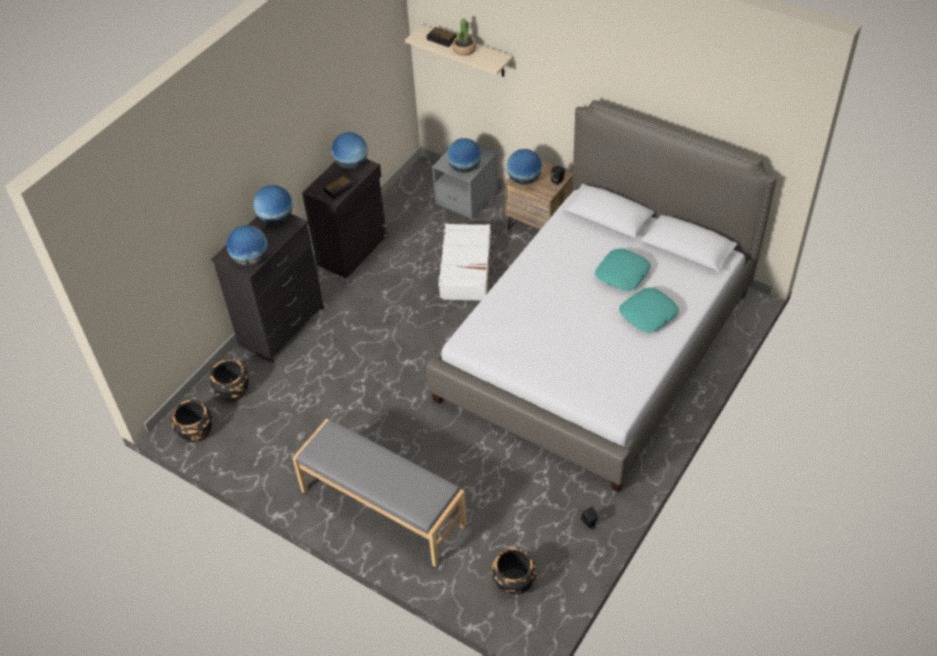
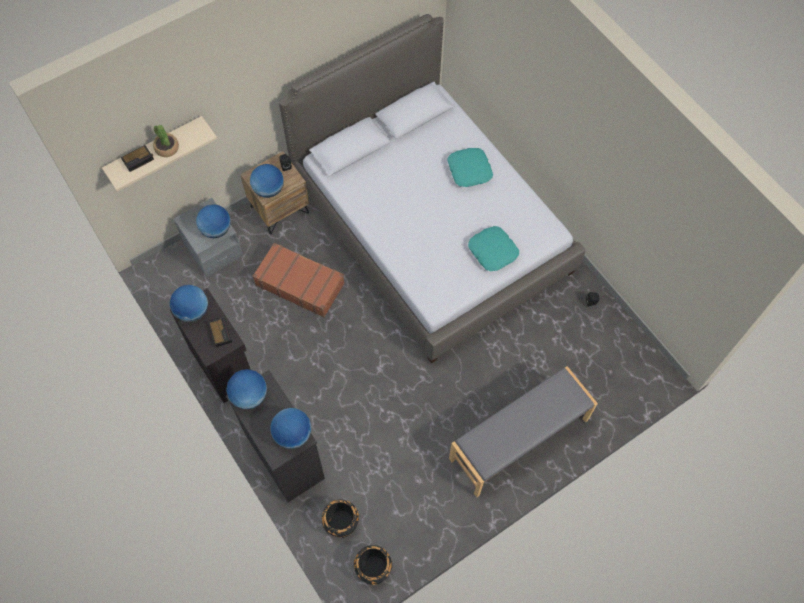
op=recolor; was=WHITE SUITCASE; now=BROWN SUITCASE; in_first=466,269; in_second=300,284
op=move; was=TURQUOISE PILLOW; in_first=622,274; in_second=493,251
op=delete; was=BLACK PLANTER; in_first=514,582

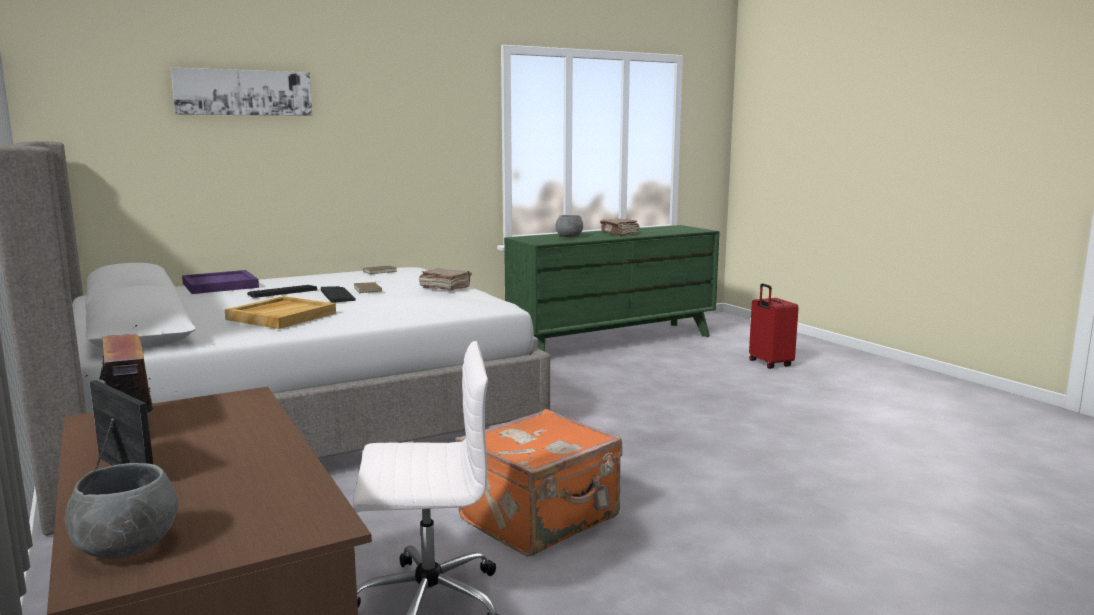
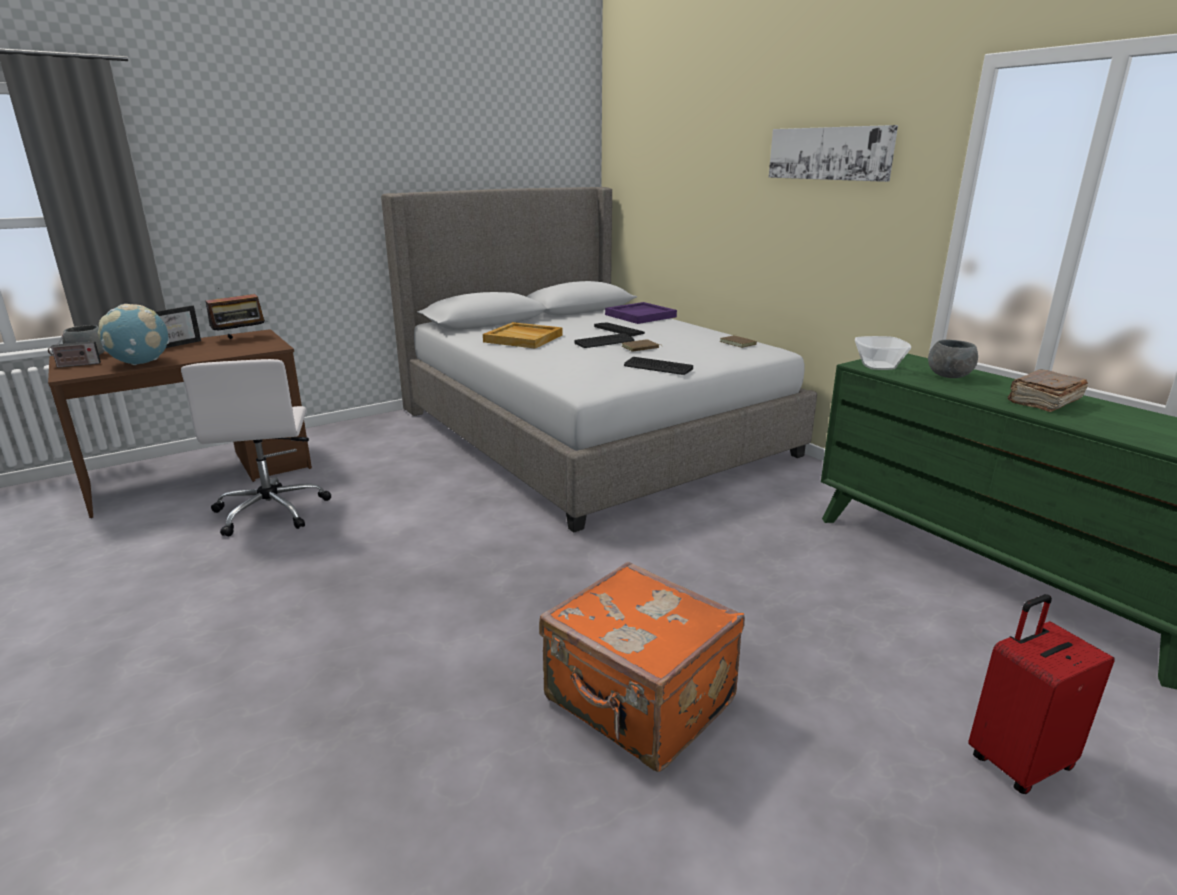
op=insert; now=RADIO; in_second=76,365
op=insert; now=GLOBE; in_second=141,363
op=move; was=ORANGE SUITCASE; in_first=541,519; in_second=638,703
op=replace; was=BROWN BOOK; now=KEYBOARD; in_first=445,288; in_second=657,367
op=move; was=PICTURE; in_first=243,92; in_second=829,153
op=insert; now=BOWL; in_second=877,366

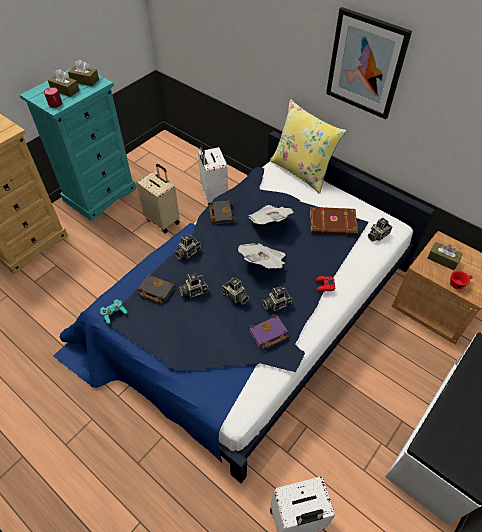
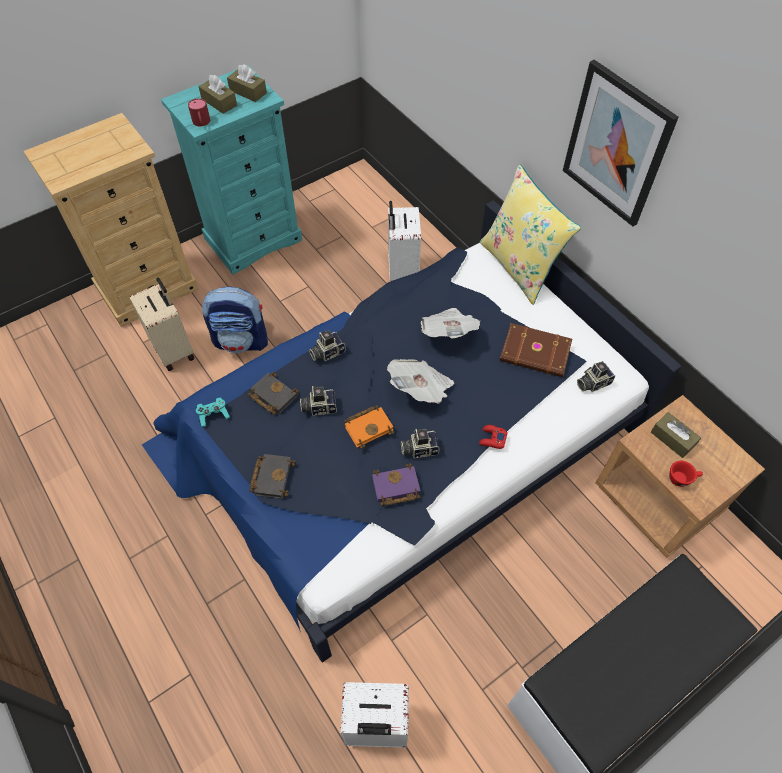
op=move; was=BEIGE SUITCASE; in_first=163,220; in_second=174,350
op=insert; now=BACKPACK; in_second=242,341
op=move; was=BLACK BOOK; in_first=221,213; in_second=271,476
op=replace; was=PHOTO CAMERA; now=ORANGE BOOK; in_first=235,296; in_second=369,427

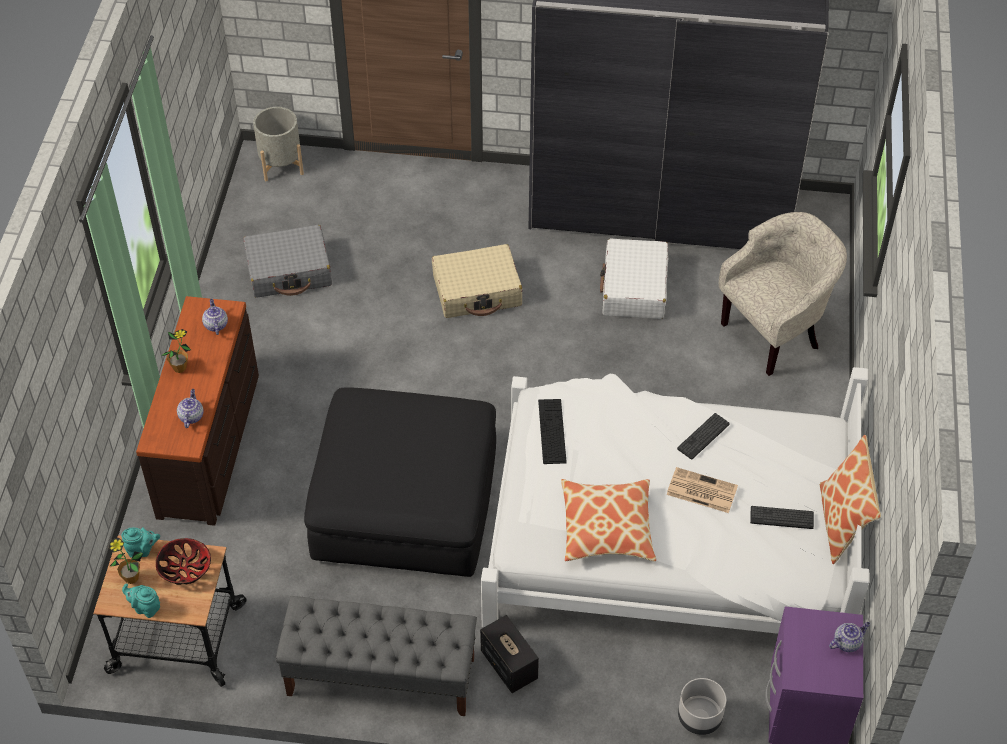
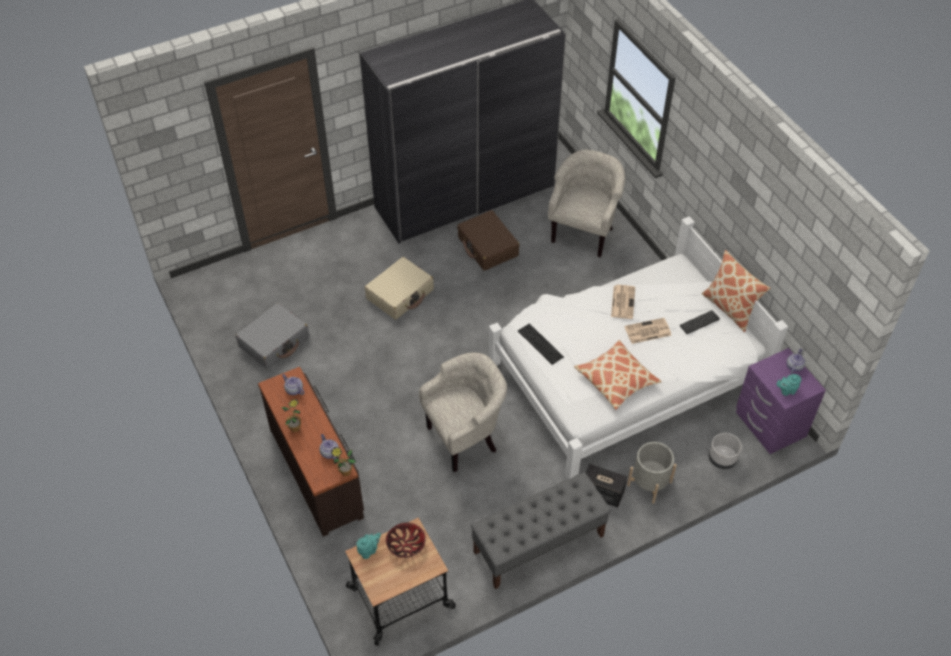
op=move; was=POTTED PLANT; in_first=131,578; in_second=345,472
op=replace; was=BLACK OTTOMAN; now=BEIGE ARMCHAIR; in_first=405,502; in_second=465,438
op=recolor; was=WHITE SUITCASE; now=BROWN SUITCASE; in_first=634,288; in_second=488,247
op=replace; was=KEYBOARD; now=NEWSPAPER; in_first=703,436; in_second=622,301
op=move; was=GREY PLANTER; in_first=281,164; in_second=649,483
op=move; was=TURQUOISE TEAPOT; in_first=145,608; in_second=786,390

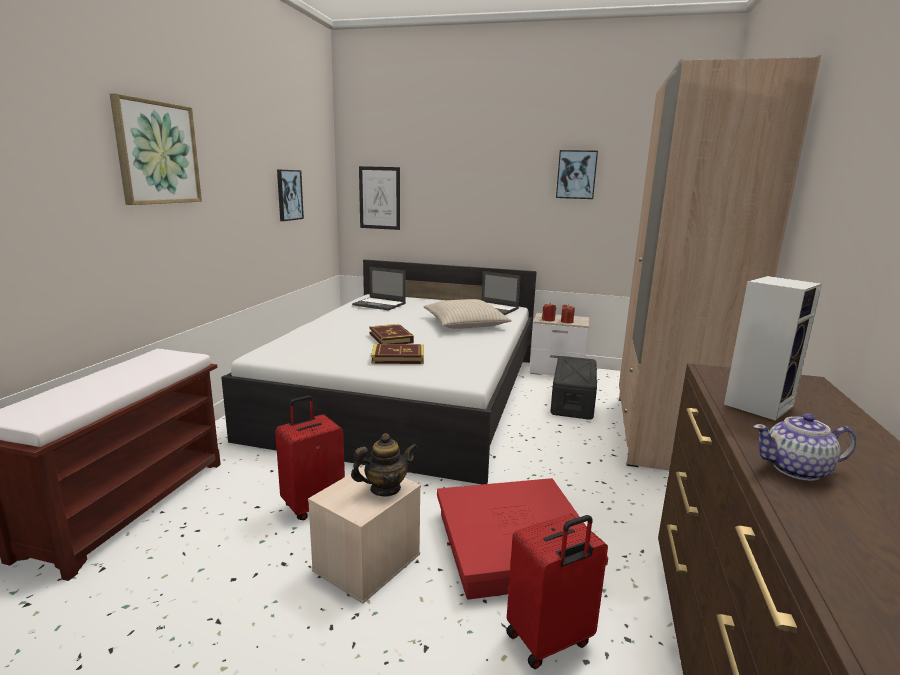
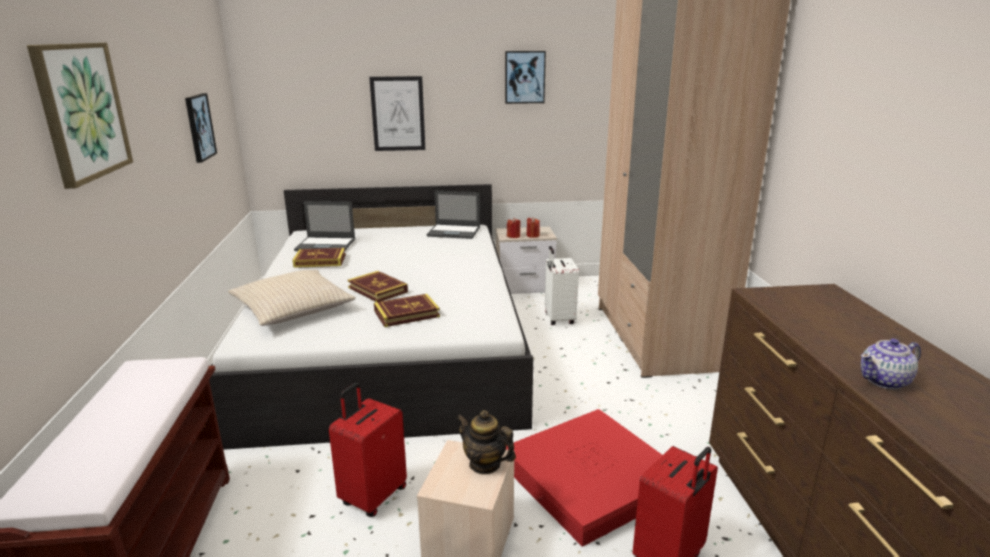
op=move; was=BEIGE PILLOW; in_first=465,324; in_second=293,308
op=insert; now=BOOK; in_second=320,261
op=move; was=PICTURE; in_first=379,198; in_second=398,114
op=rotate; was=TEAPOT; in_first=385,489; in_second=485,464; clockwise=-105
op=replace; was=BLACK STORAGE BOX; now=WHITE SUITCASE; in_first=572,401; in_second=558,319
op=delete; was=SPEAKER; in_first=758,404

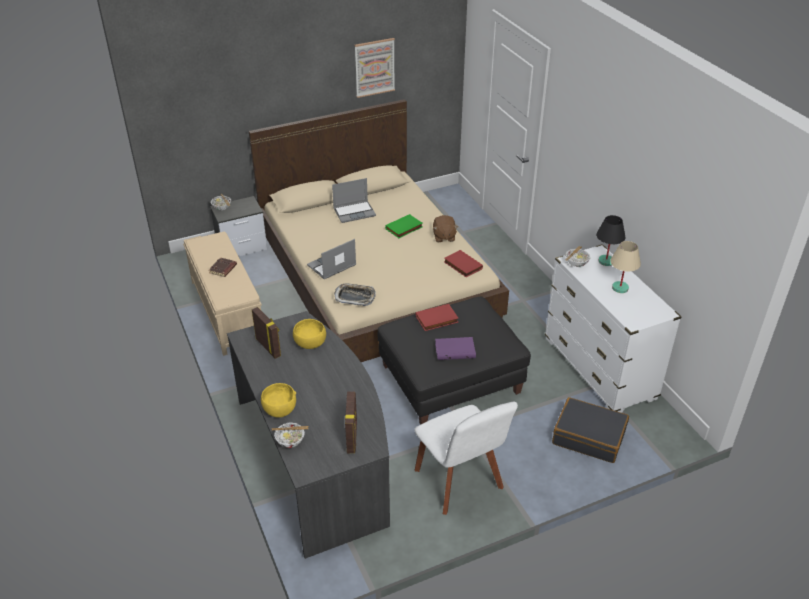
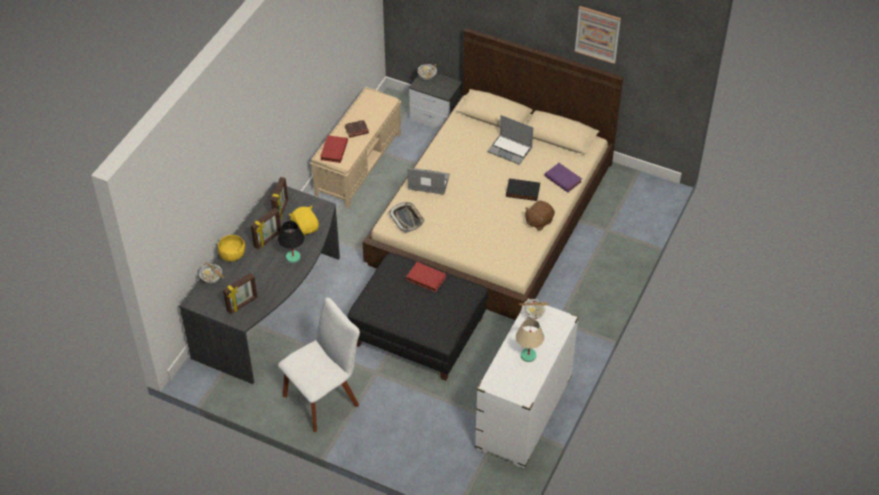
op=insert; now=PICTURE FRAME; in_second=268,240
op=move; was=BLACK TABLE LAMP; in_first=606,261; in_second=293,257
op=rotate; was=WHITE CHAIR; in_first=460,482; in_second=323,398; clockwise=-150
op=replace; was=YELLOW BOWL; now=YELLOW PLUSH TOY; in_first=310,343; in_second=305,228
op=move; was=RED BOOK; in_first=462,265; in_second=333,150
op=recolor; was=GREEN BOOK; now=BLACK BOOK; in_first=404,228; in_second=522,192
op=move; was=PURPLE BOOK; in_first=455,350; in_second=563,179
op=delete; was=BLACK SUITCASE; in_first=589,437

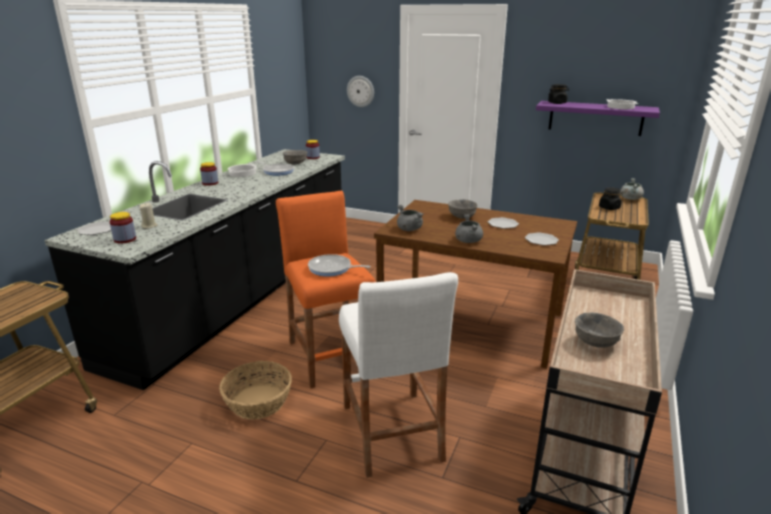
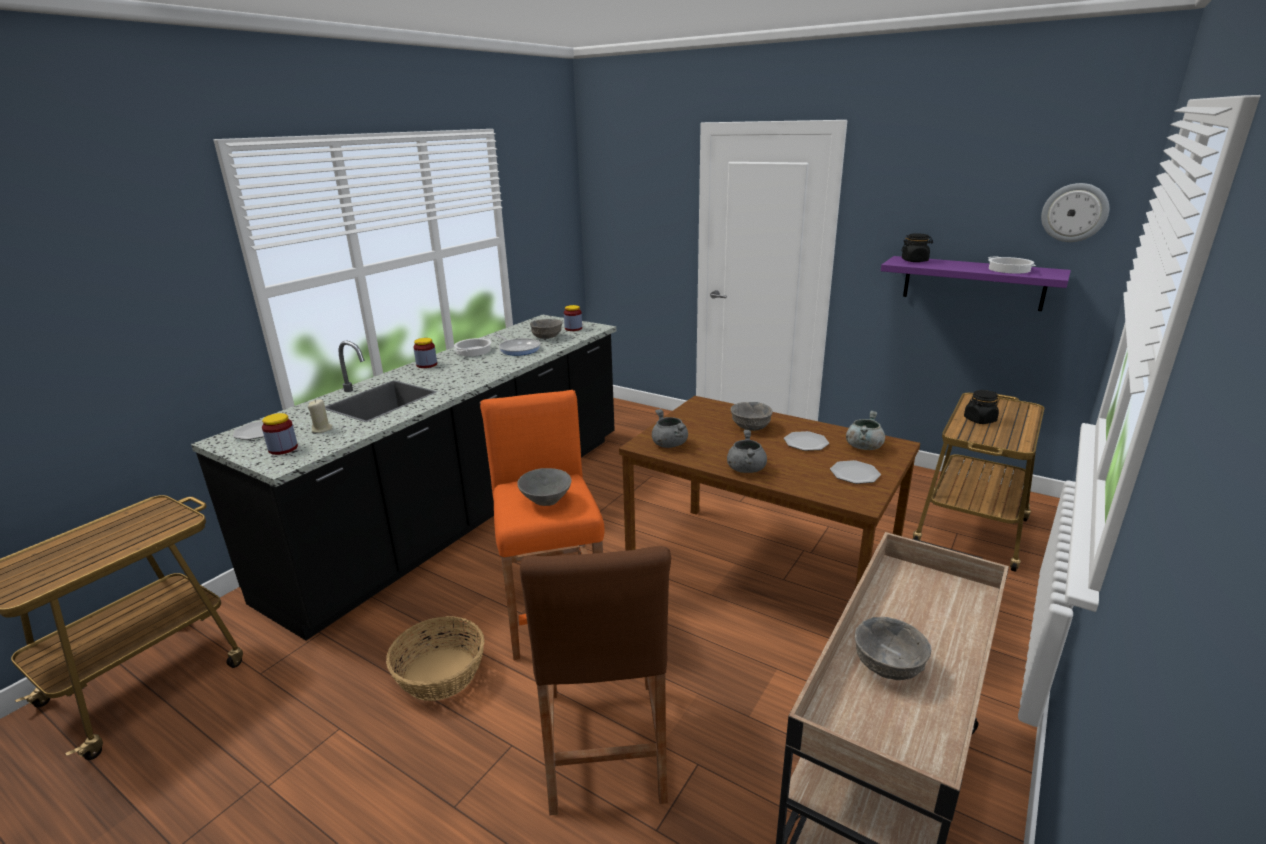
op=replace; was=FRYING PAN; now=GREY BOWL; in_first=332,269; in_second=546,501
op=recolor; was=WHITE STOOL; now=BROWN STOOL; in_first=391,432; in_second=604,743
op=move; was=GREY COOKING POT; in_first=630,198; in_second=863,446
op=move; was=WALL CLOCK; in_first=360,91; in_second=1074,212

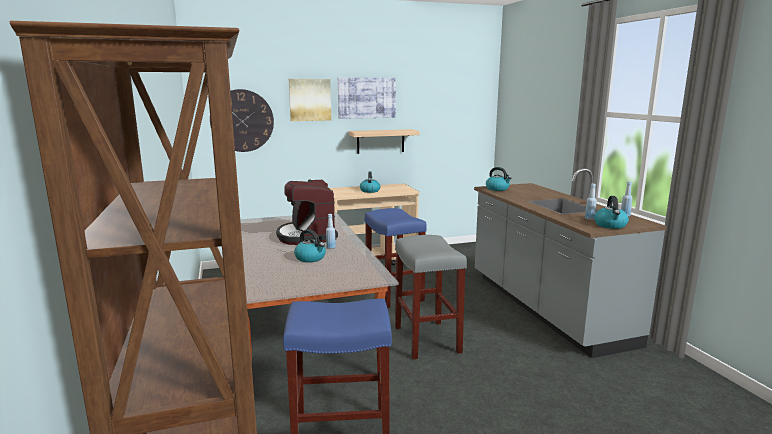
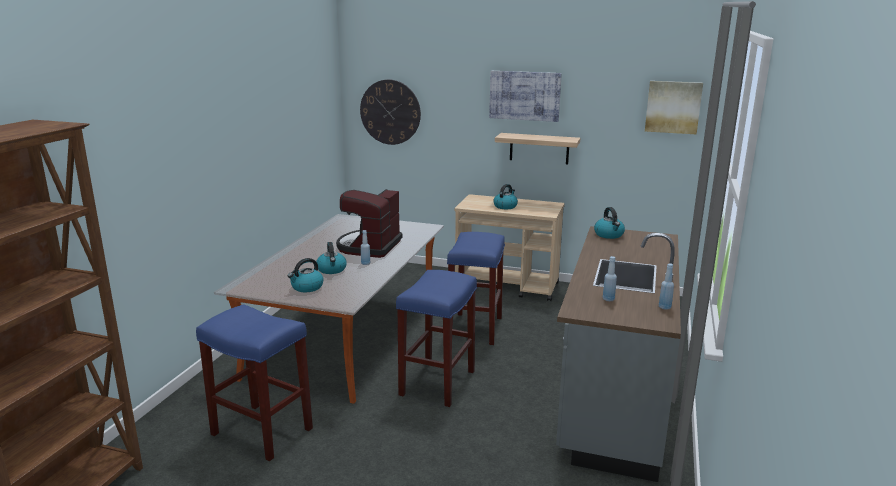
op=move; was=KETTLE; in_first=610,225; in_second=307,287
op=recolor; was=GREY STOOL; now=BLUE STOOL; in_first=427,340; in_second=437,383
op=move; was=PICTURE; in_first=310,99; in_second=673,107

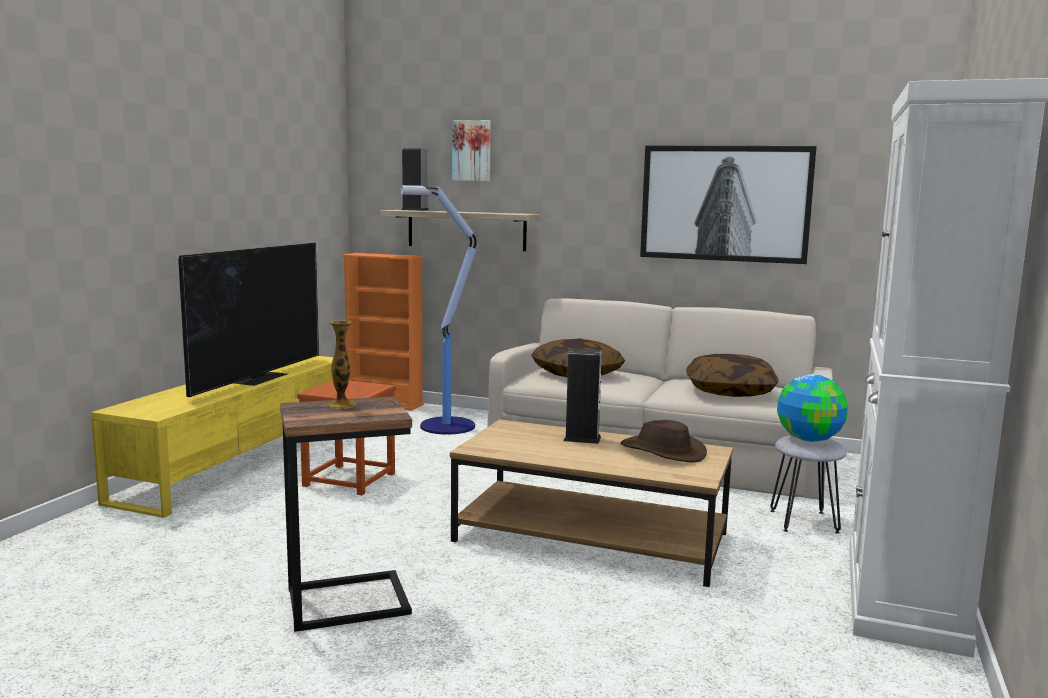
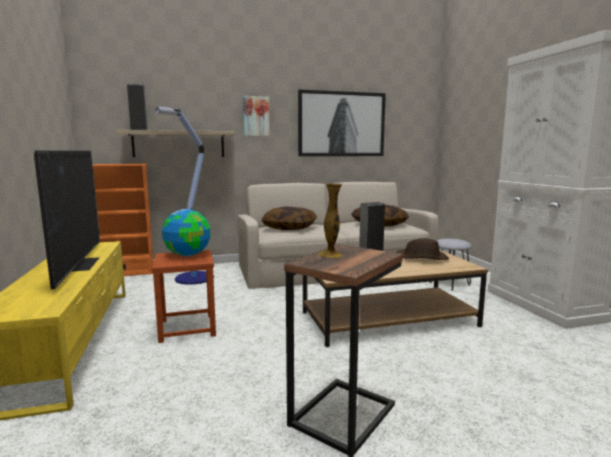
op=move; was=GLOBE; in_first=809,439; in_second=188,254
op=move; was=PICTURE; in_first=472,151; in_second=255,116

